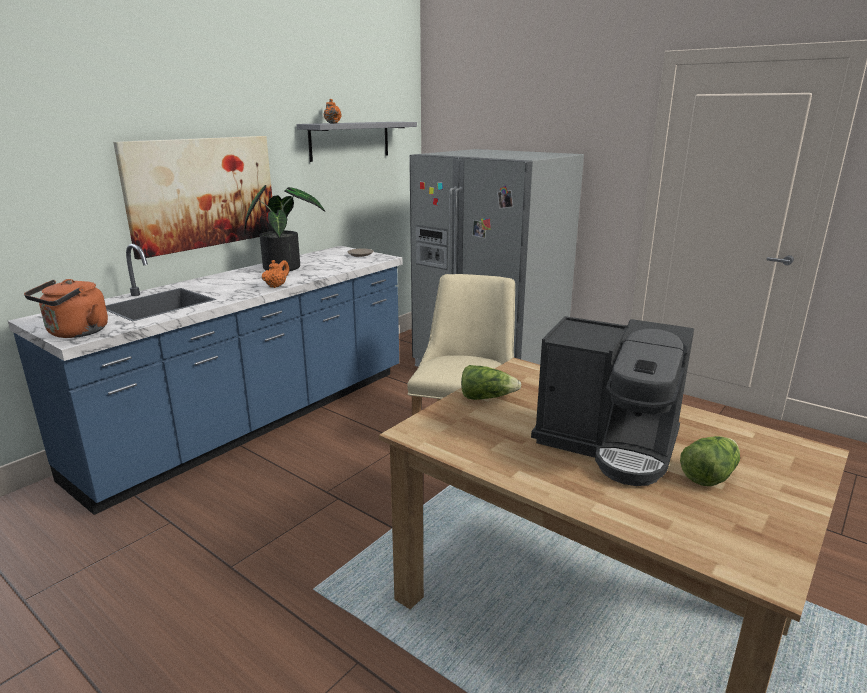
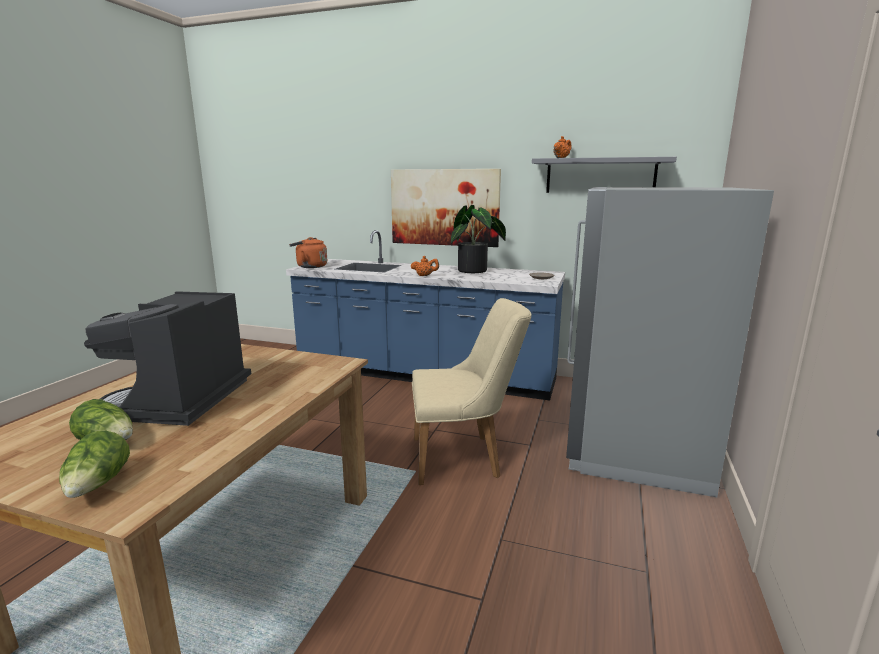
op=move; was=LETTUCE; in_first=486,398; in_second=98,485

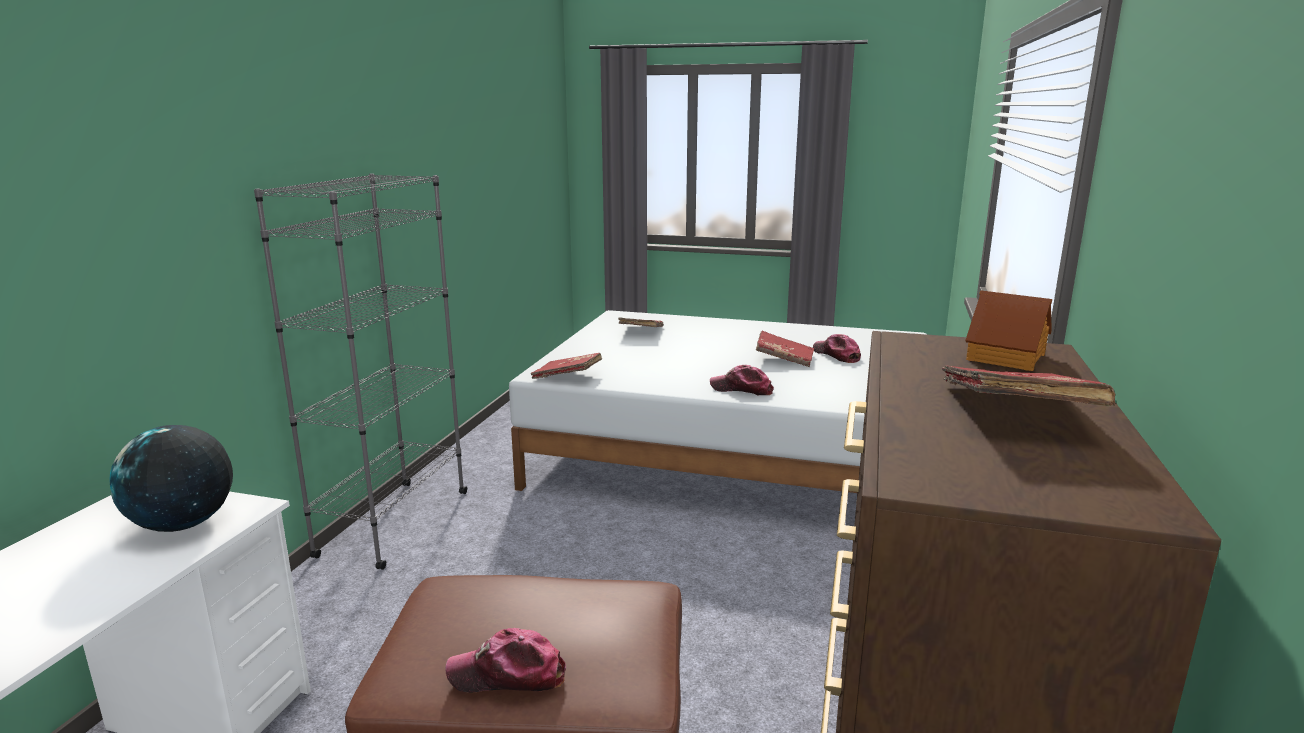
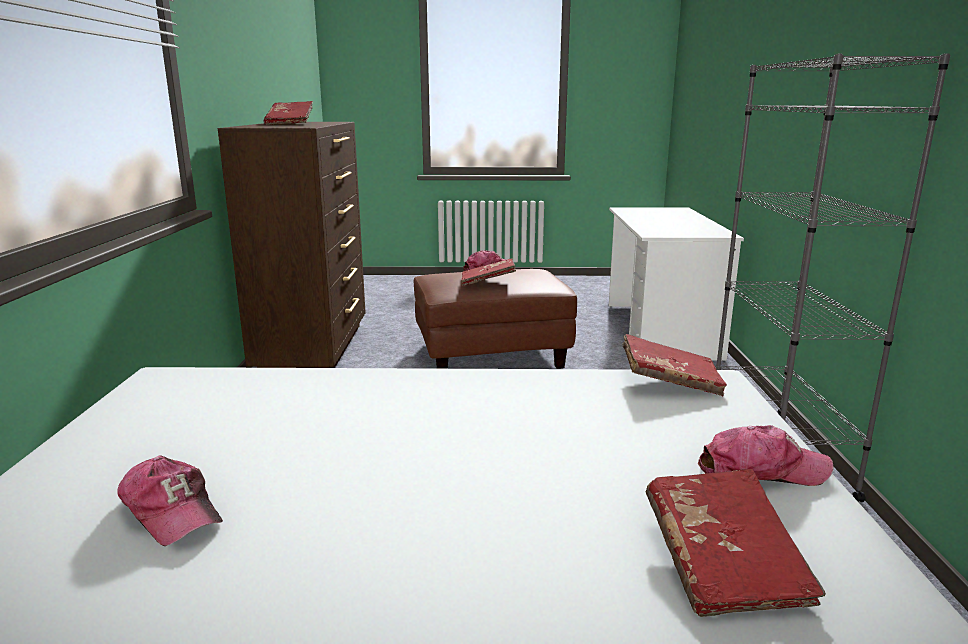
op=move; was=RED BOOK; in_first=784,359; in_second=488,282
op=move; was=CAP; in_first=742,389; in_second=761,470
op=delete; was=GLOBE; in_first=183,524
op=delete; was=TOY HOUSE; in_first=1007,357

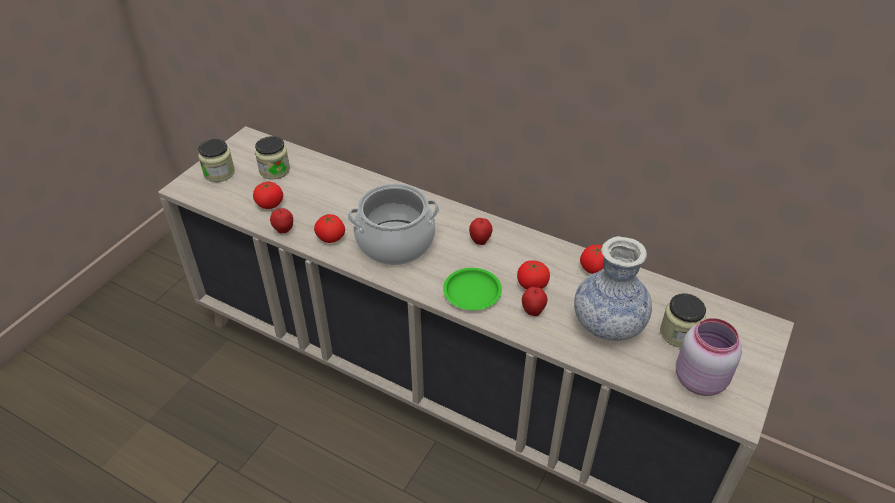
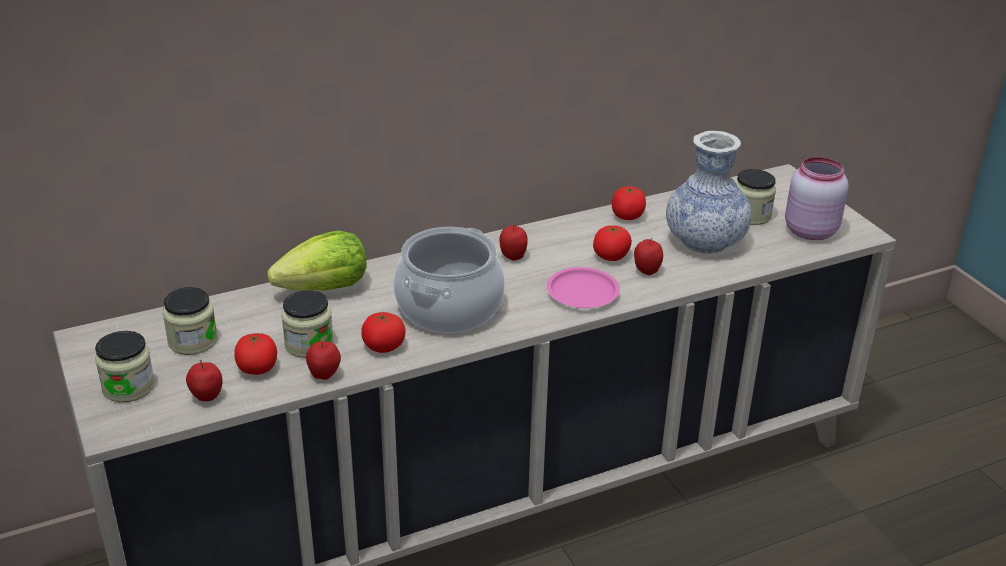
op=insert; now=APPLE; in_second=207,398
op=insert; now=LETTUCE; in_second=325,289
op=insert; now=JAR; in_second=309,344
op=recolor; was=GREEN PLATE; now=PINK PLATE; in_first=472,292; in_second=583,292

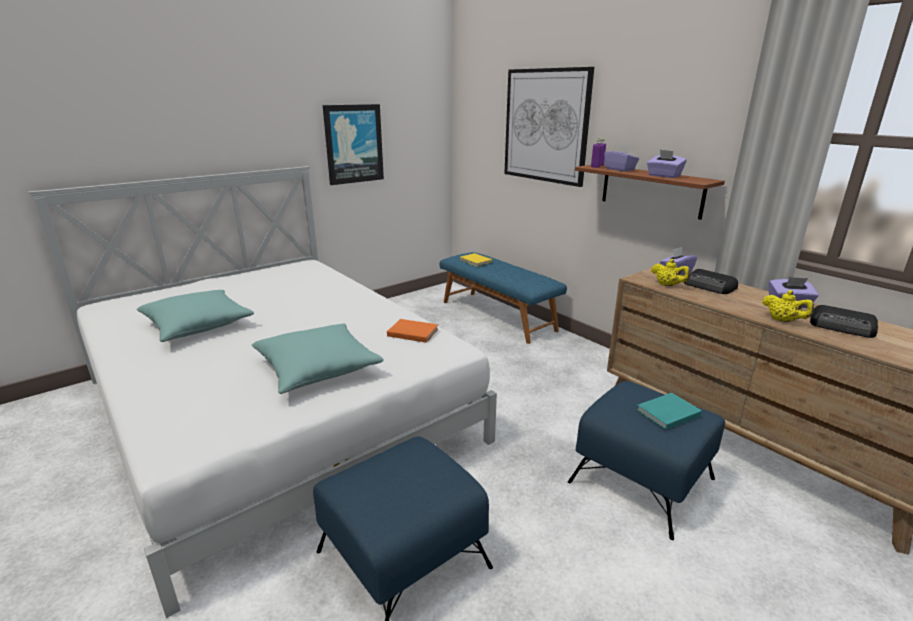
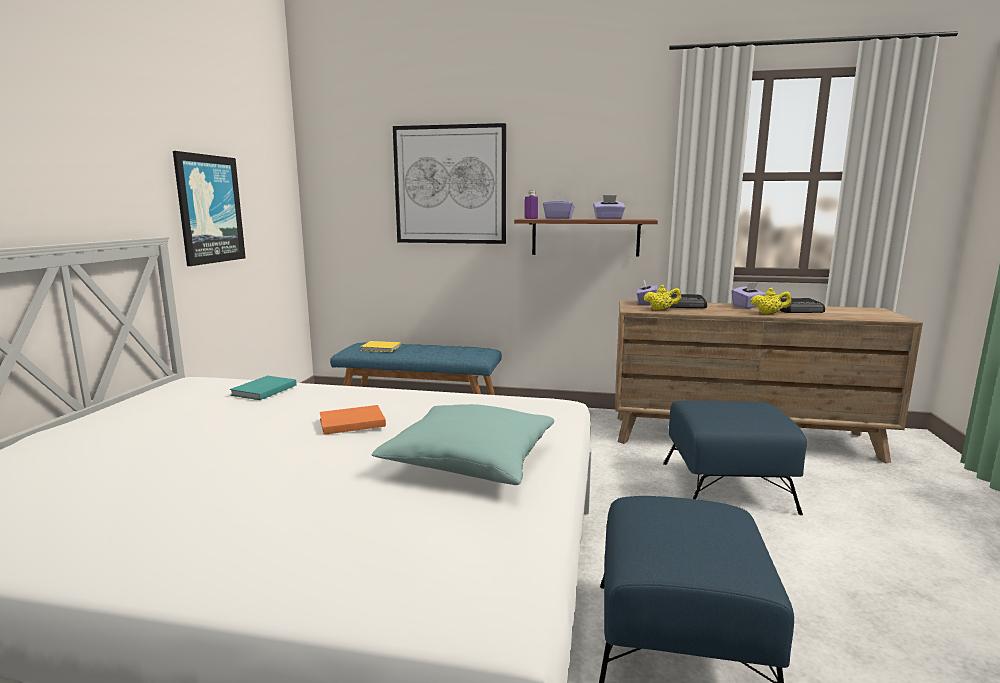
op=move; was=TURQUOISE BOOK; in_first=666,413; in_second=262,390
op=move; was=ORANGE BOOK; in_first=412,332; in_second=350,422
op=delete; was=TURQUOISE PILLOW; in_first=198,326

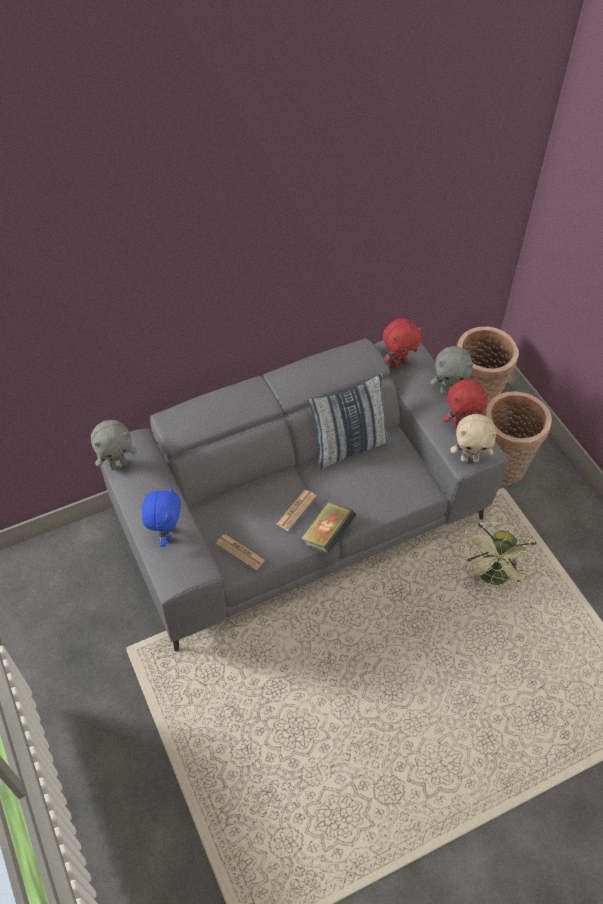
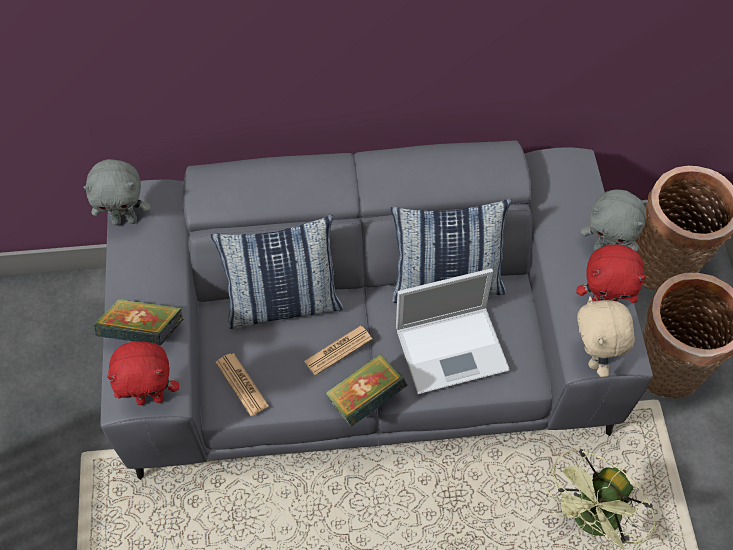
op=replace; was=BLUE PLUSH TOY; now=BOOK; in_first=166,534; in_second=143,333
op=move; was=RED PLUSH TOY; in_first=399,363; in_second=151,397
op=insert; now=PILLOW; in_second=283,304
op=insert; now=LAPTOP; in_second=453,348
op=rotate; was=BEIGE PLUSH TOY; in_first=469,459; in_second=594,358; clockwise=60

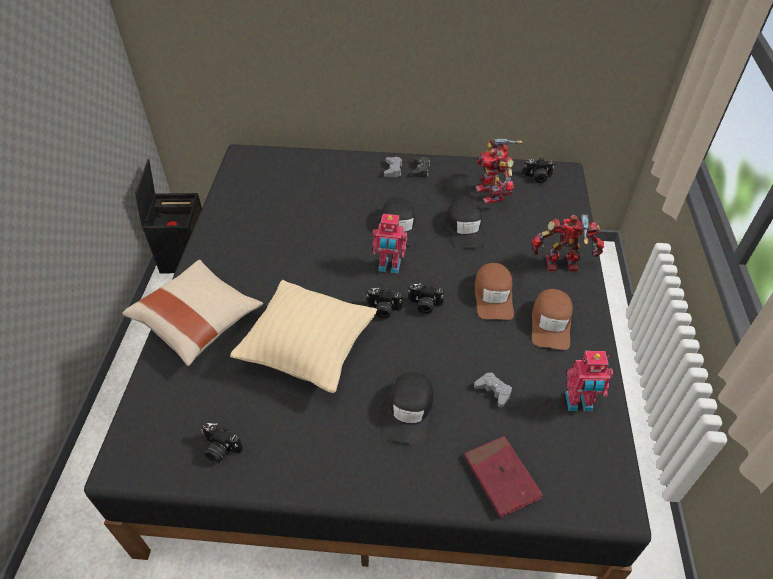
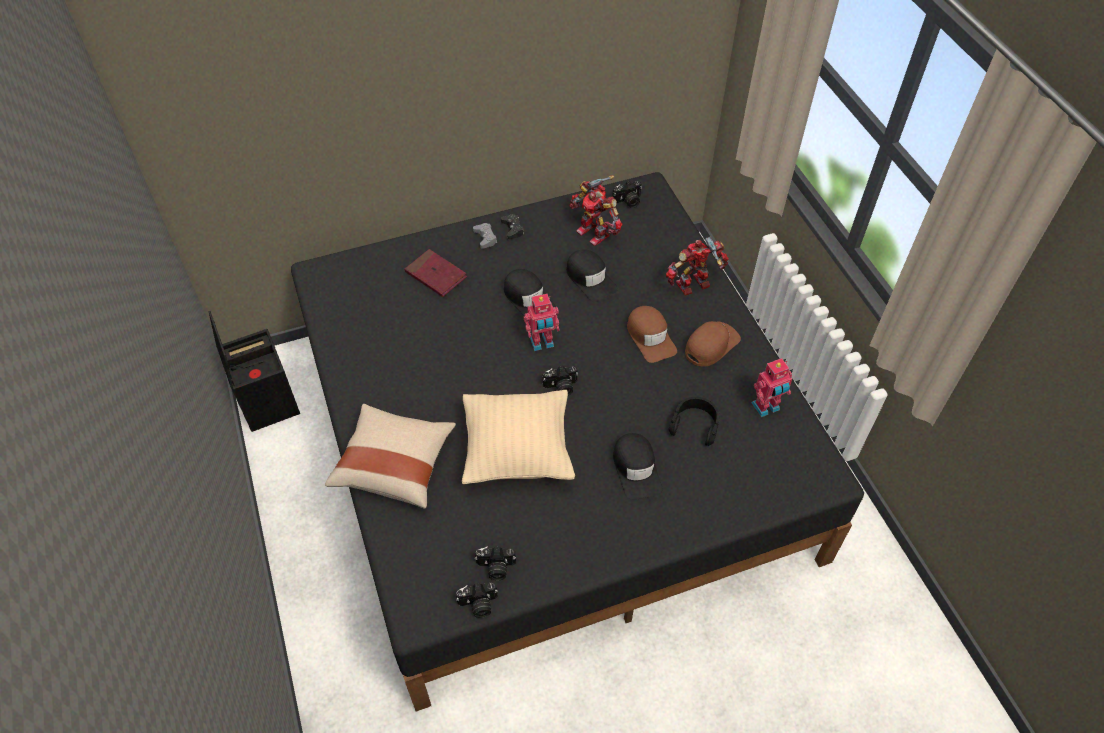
op=move; was=RED BOOK; in_first=501,477; in_second=436,275
op=move; was=PHOTO CAMERA; in_first=424,305; in_second=478,605
op=replace; was=GREY GAME CONTROLLER; now=BLACK HEADPHONES; in_first=493,391; in_second=695,424
op=rotate; was=BROWN CAP; in_first=551,323; in_second=711,345; clockwise=-120

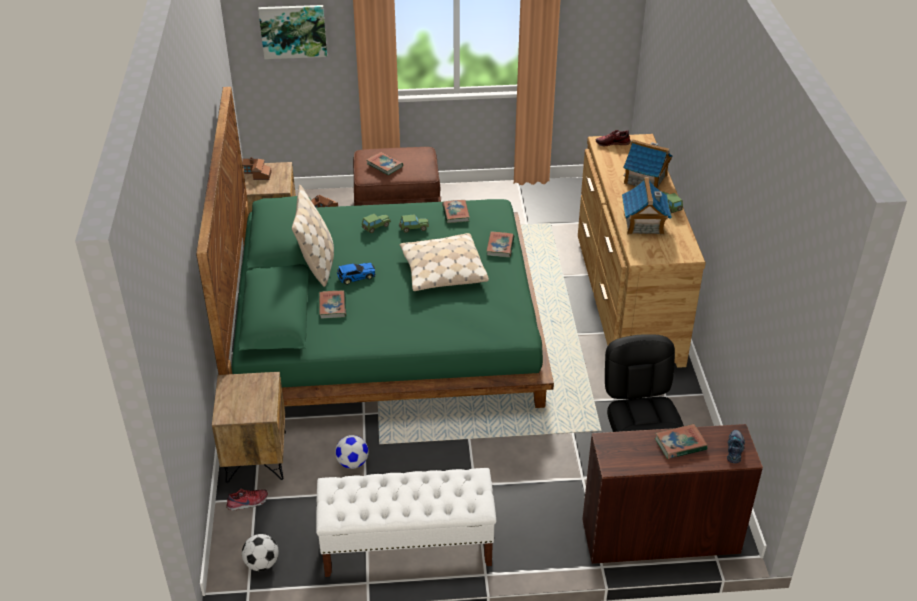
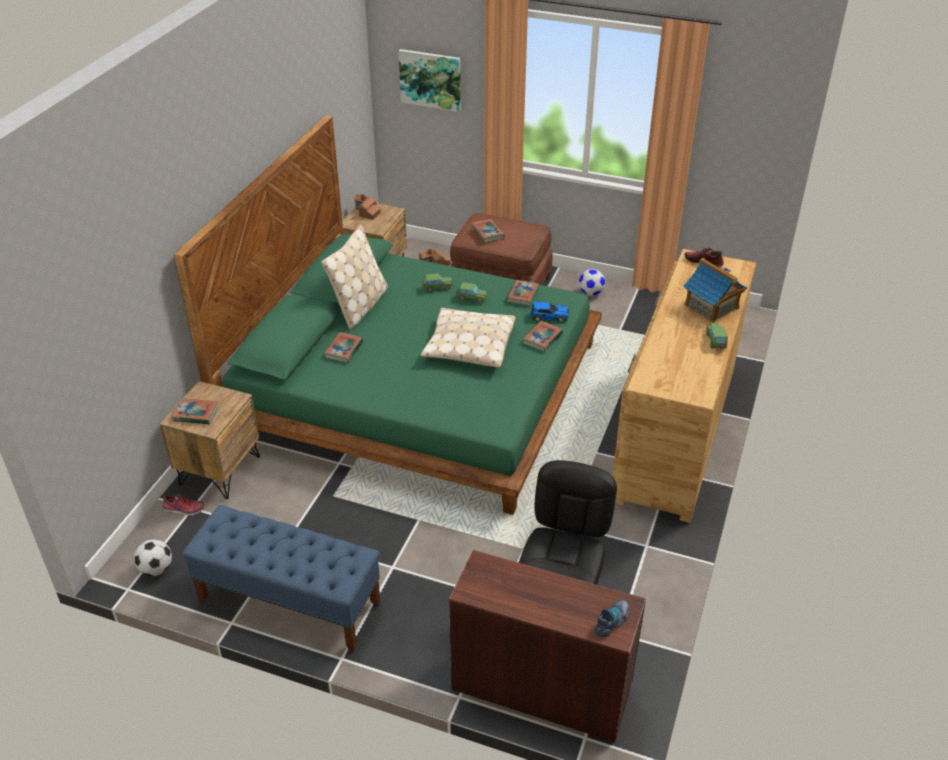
op=move; was=BOOK; in_first=680,444; in_second=195,414
op=recolor; was=WHITE BENCH; now=BLUE BENCH; in_first=406,547; in_second=289,602
op=move; was=TOY CAR; in_first=355,276; in_second=548,316
op=move; was=FOOTBALL; in_first=352,463; in_second=590,293
op=delete; was=TOY HOUSE; in_first=643,224

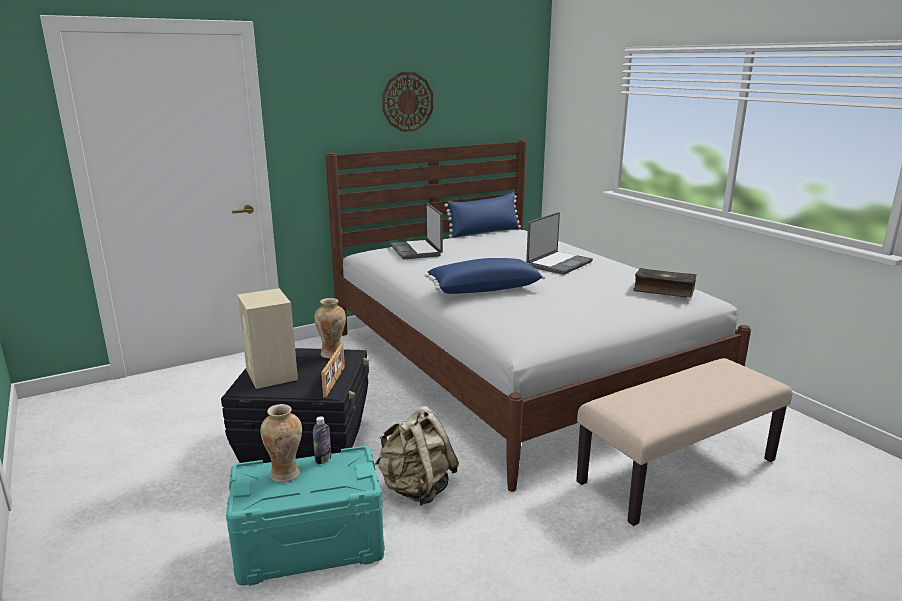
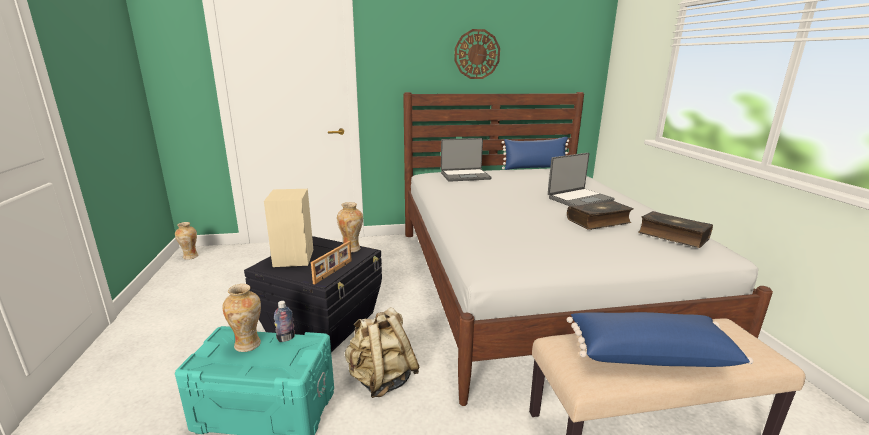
op=insert; now=VASE; in_second=190,257
op=rotate; was=LAPTOP; in_first=417,251; in_second=465,176; clockwise=-105
op=insert; now=BOOK; in_second=599,221
op=move; was=BLUE PILLOW; in_first=483,289; in_second=648,353

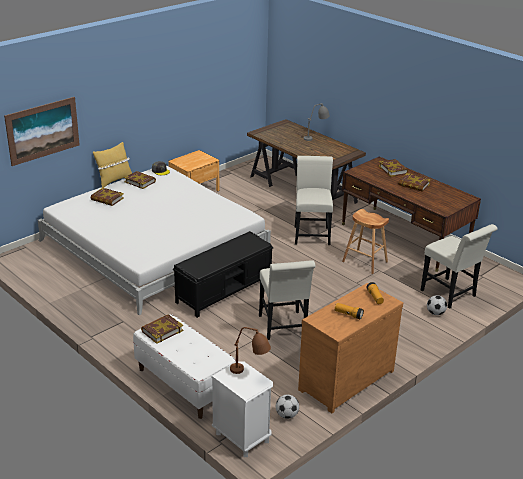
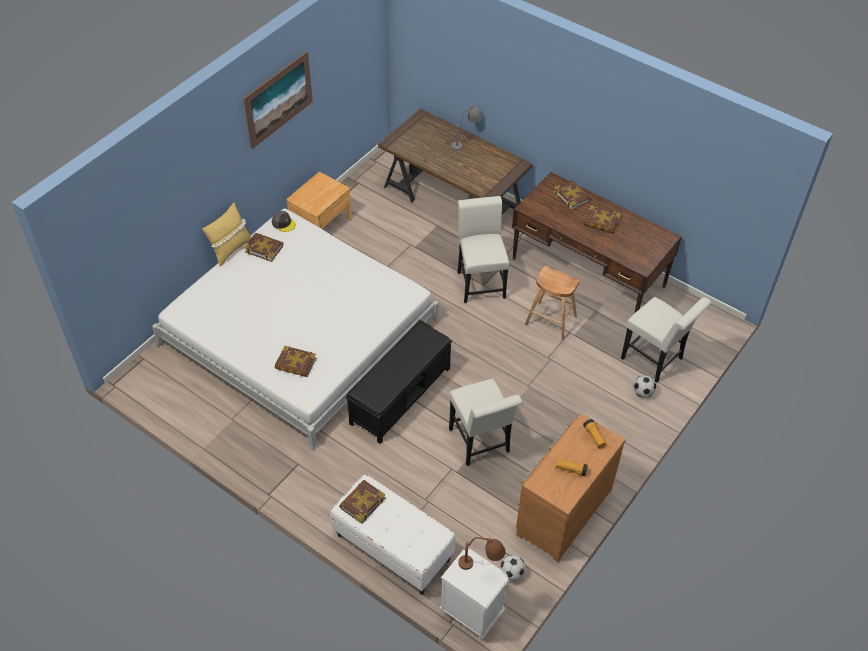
op=move; was=PICTURE; in_first=43,130; in_second=278,99
op=move; was=BOOK; in_first=107,199; in_second=295,364

